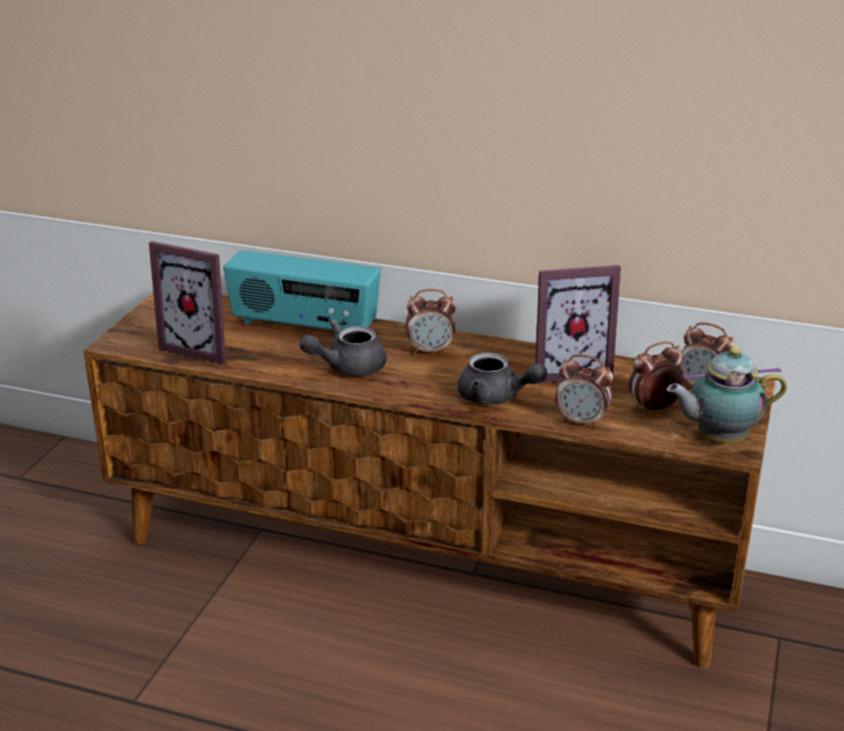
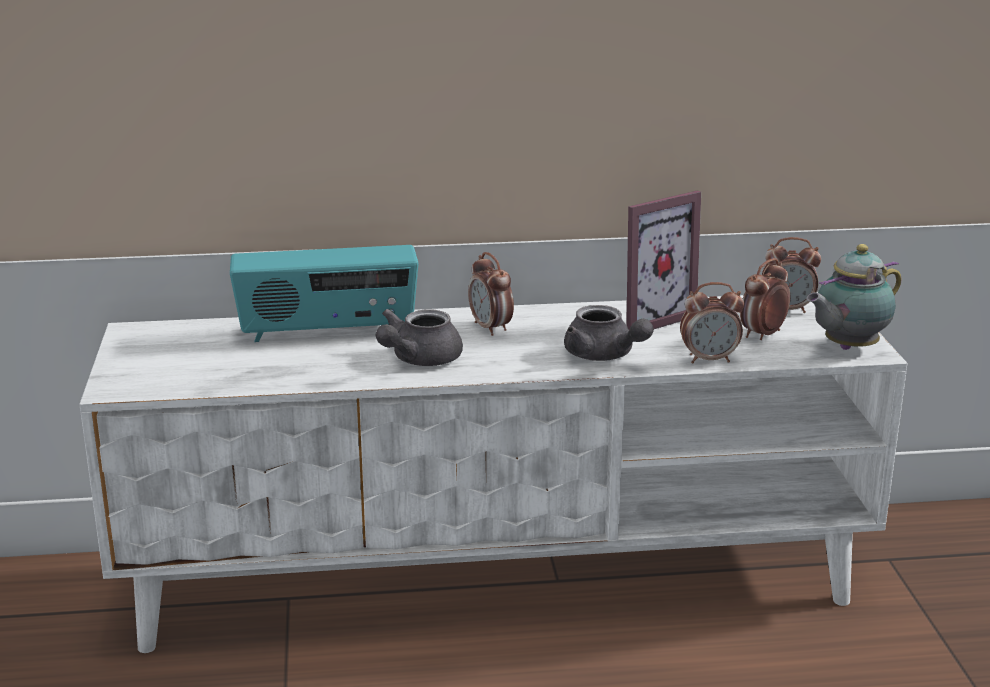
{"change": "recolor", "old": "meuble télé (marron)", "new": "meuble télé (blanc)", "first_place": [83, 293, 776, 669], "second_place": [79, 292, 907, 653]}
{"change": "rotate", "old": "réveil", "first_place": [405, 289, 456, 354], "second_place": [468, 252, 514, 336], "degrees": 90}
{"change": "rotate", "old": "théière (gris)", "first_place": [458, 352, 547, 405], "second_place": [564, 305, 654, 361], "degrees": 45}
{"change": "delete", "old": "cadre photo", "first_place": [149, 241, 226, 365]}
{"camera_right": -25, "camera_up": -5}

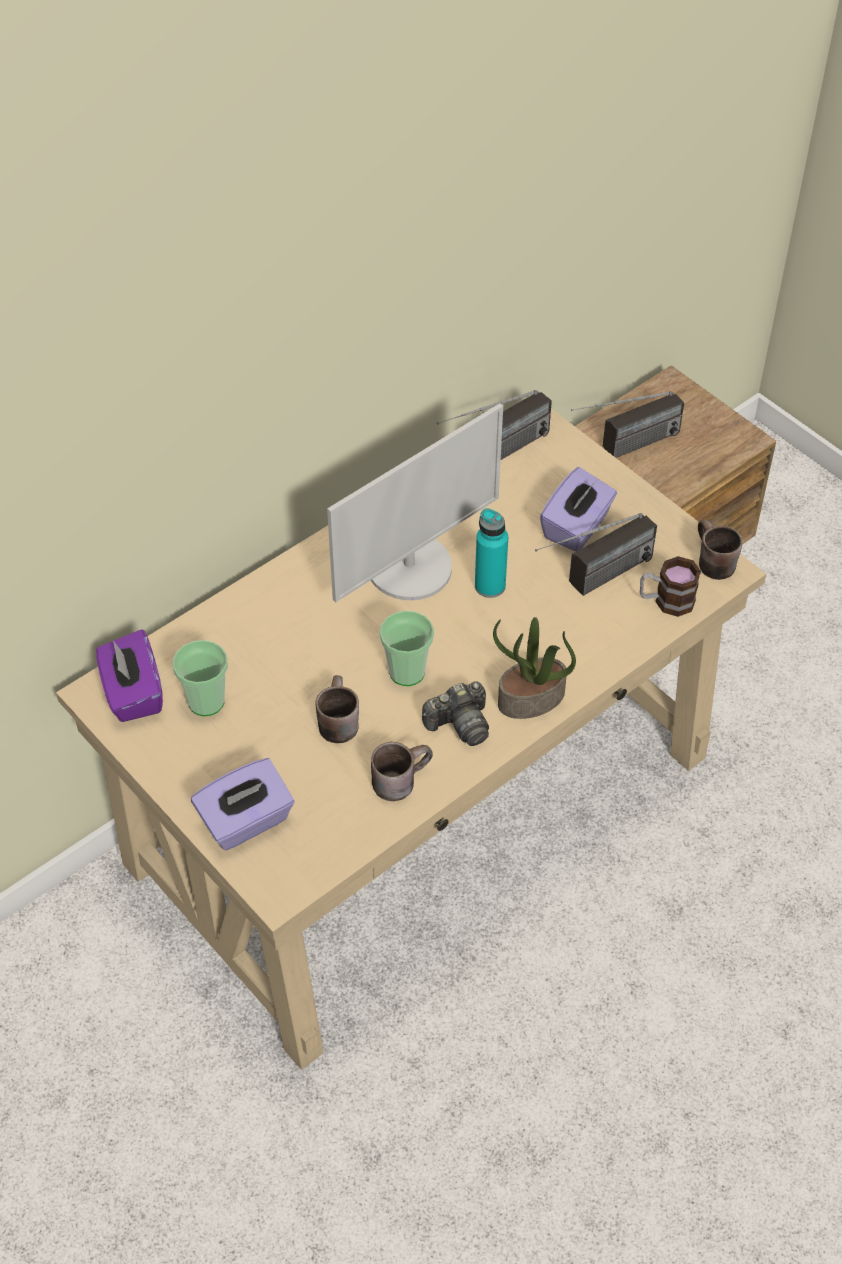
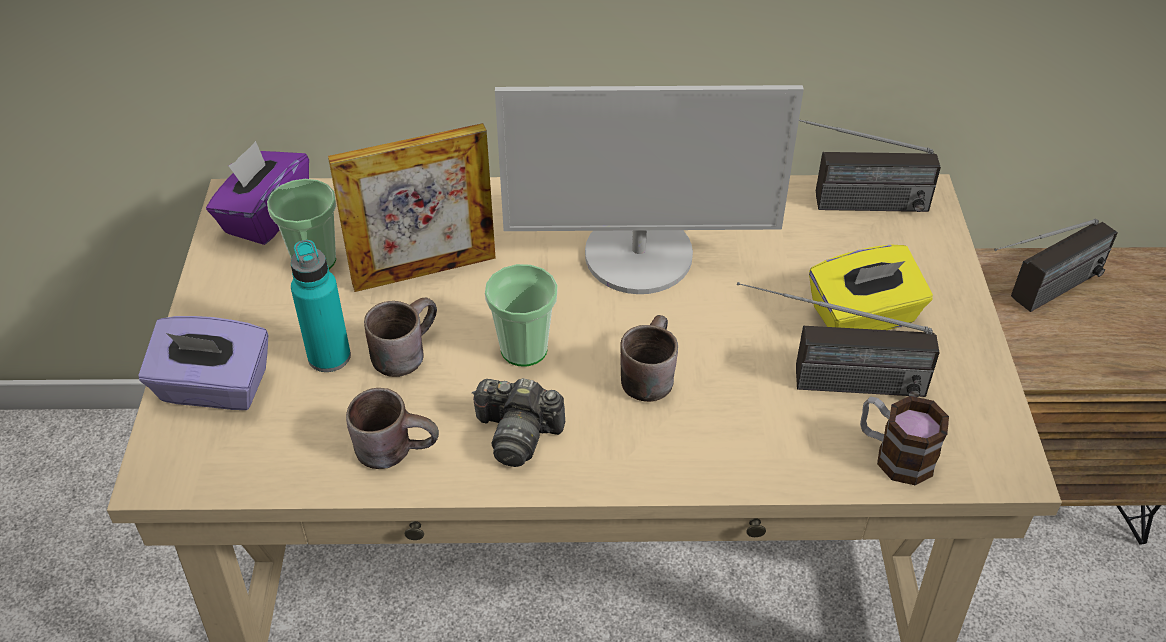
{"change": "move", "old": "bouteille (turquoise)", "first_place": [475, 508, 508, 598], "second_place": [291, 240, 351, 372]}
{"change": "insert", "new": "cadre photo", "second_place": [328, 123, 496, 292]}
{"change": "move", "old": "mug (marron)", "first_place": [698, 520, 742, 580], "second_place": [620, 315, 678, 402]}
{"change": "recolor", "old": "boîte à mouchoirs (violet)", "new": "boîte à mouchoirs (jaune)", "first_place": [540, 467, 617, 552], "second_place": [809, 244, 933, 330]}
{"change": "rotate", "old": "radio", "first_place": [571, 391, 684, 458], "second_place": [994, 219, 1118, 312], "degrees": -45}
{"change": "delete", "old": "plante en pot", "first_place": [493, 617, 576, 719]}
{"camera_right": 40, "camera_up": -5}

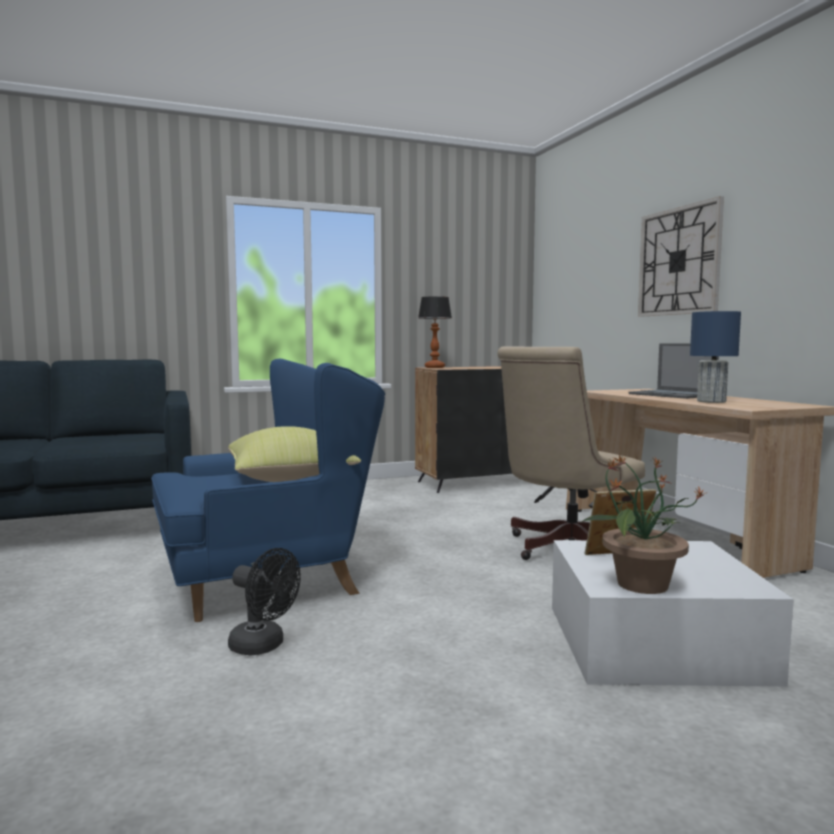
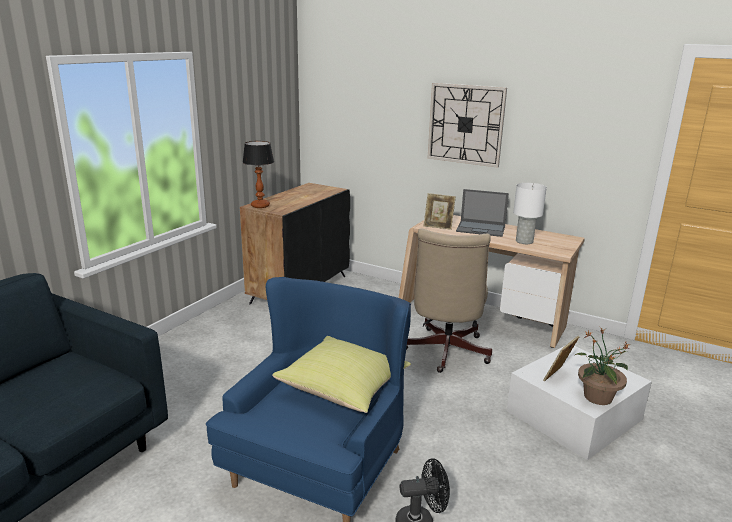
{"change": "insert", "new": "cadre photo", "second_place": [424, 193, 456, 230]}
{"change": "recolor", "old": "lampe de table (bleu)", "new": "lampe de table (blanc)", "first_place": [690, 311, 741, 403], "second_place": [513, 183, 547, 244]}
{"camera_right": -40, "camera_up": 15}

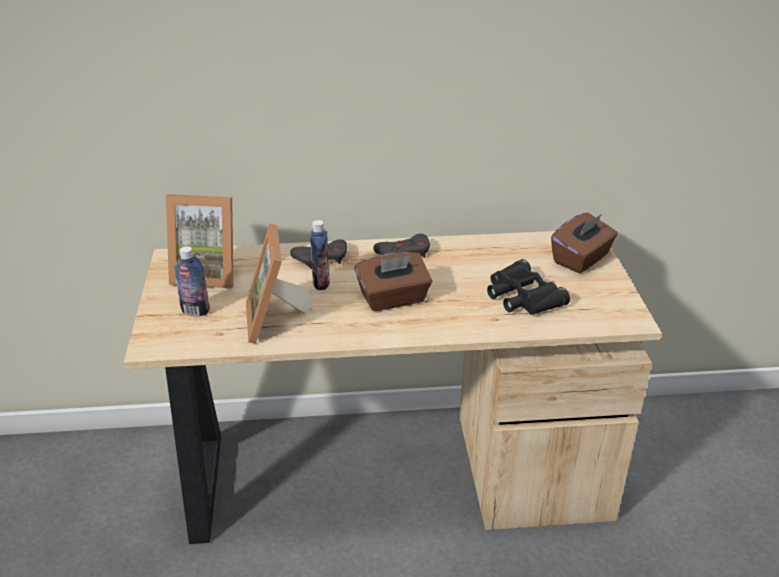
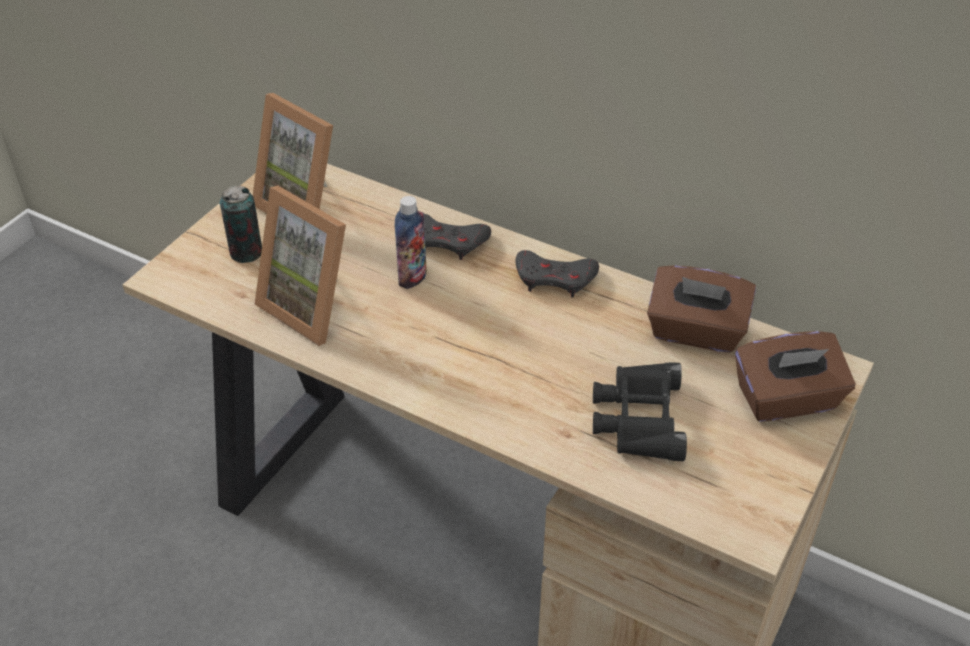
{"change": "replace", "old": "bouteille", "new": "boîte métallique", "first_place": [174, 246, 210, 316], "second_place": [219, 186, 262, 263]}
{"change": "rotate", "old": "cadre photo", "first_place": [246, 223, 313, 344], "second_place": [255, 186, 346, 346], "degrees": -75}
{"change": "move", "old": "boîte à mouchoirs (marron)", "first_place": [355, 252, 432, 311], "second_place": [647, 265, 756, 353]}
{"camera_right": 35, "camera_up": 10}

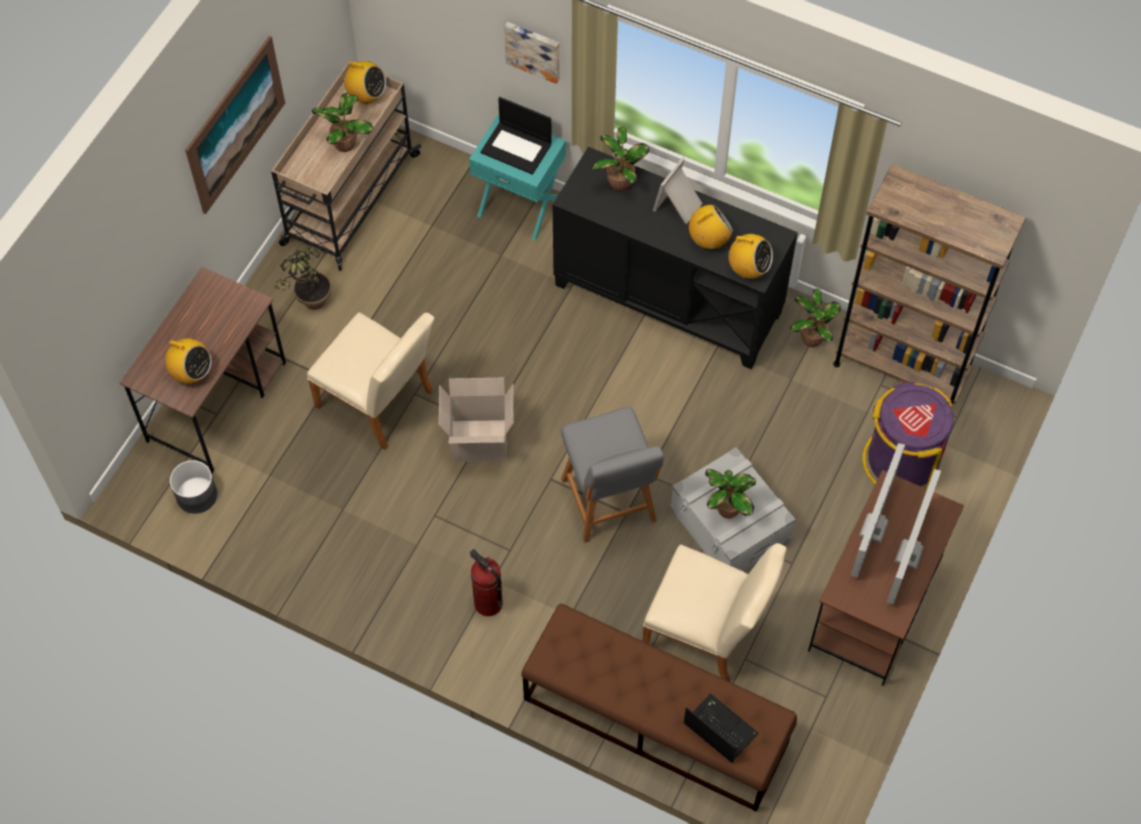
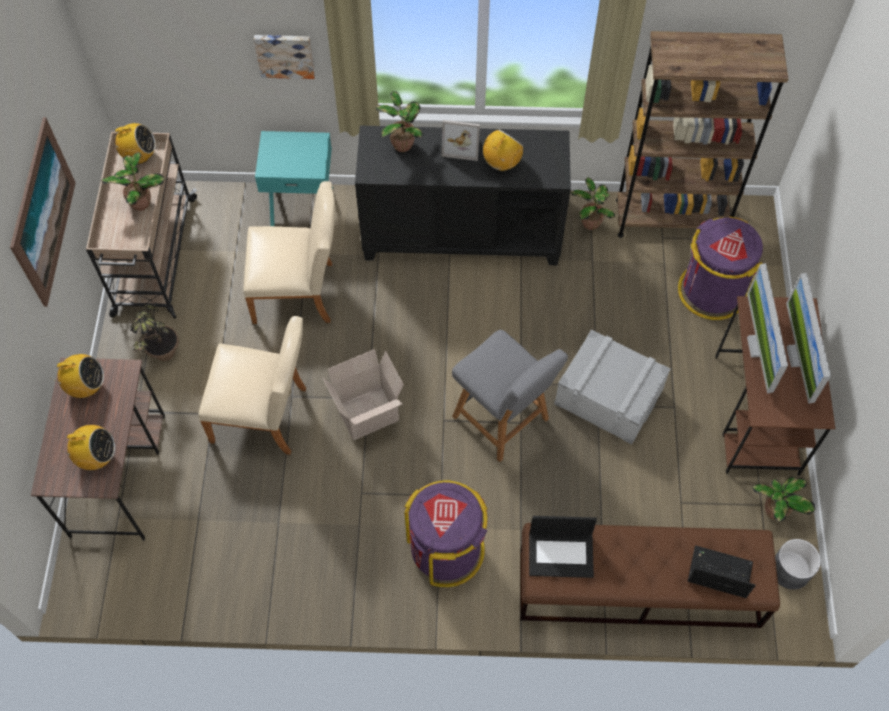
{"change": "move", "old": "radio", "first_place": [725, 234, 773, 278], "second_place": [52, 354, 104, 398]}
{"change": "move", "old": "chaise (beige)", "first_place": [643, 543, 786, 681], "second_place": [243, 181, 335, 324]}
{"change": "replace", "old": "extincteur", "new": "poubelle (violet)", "first_place": [470, 549, 503, 616], "second_place": [404, 481, 488, 587]}
{"change": "rotate", "old": "cadre photo", "first_place": [653, 157, 703, 224], "second_place": [442, 120, 480, 161], "degrees": -90}
{"change": "move", "old": "ordinateur portable", "first_place": [481, 97, 552, 175], "second_place": [529, 516, 597, 578]}
{"change": "move", "old": "plante en pot", "first_place": [705, 469, 756, 519], "second_place": [752, 477, 815, 522]}
{"change": "move", "old": "cache-pot (gris)", "first_place": [170, 460, 217, 514], "second_place": [775, 539, 821, 590]}
{"camera_right": -25, "camera_up": 0}

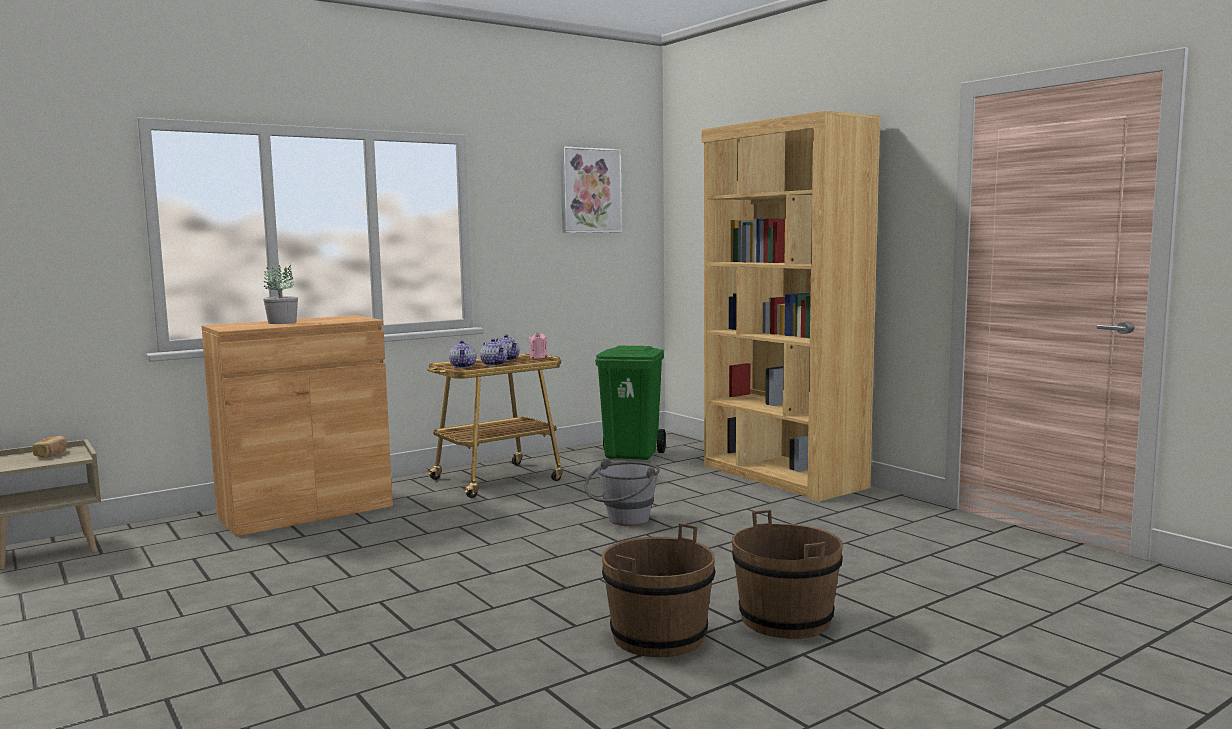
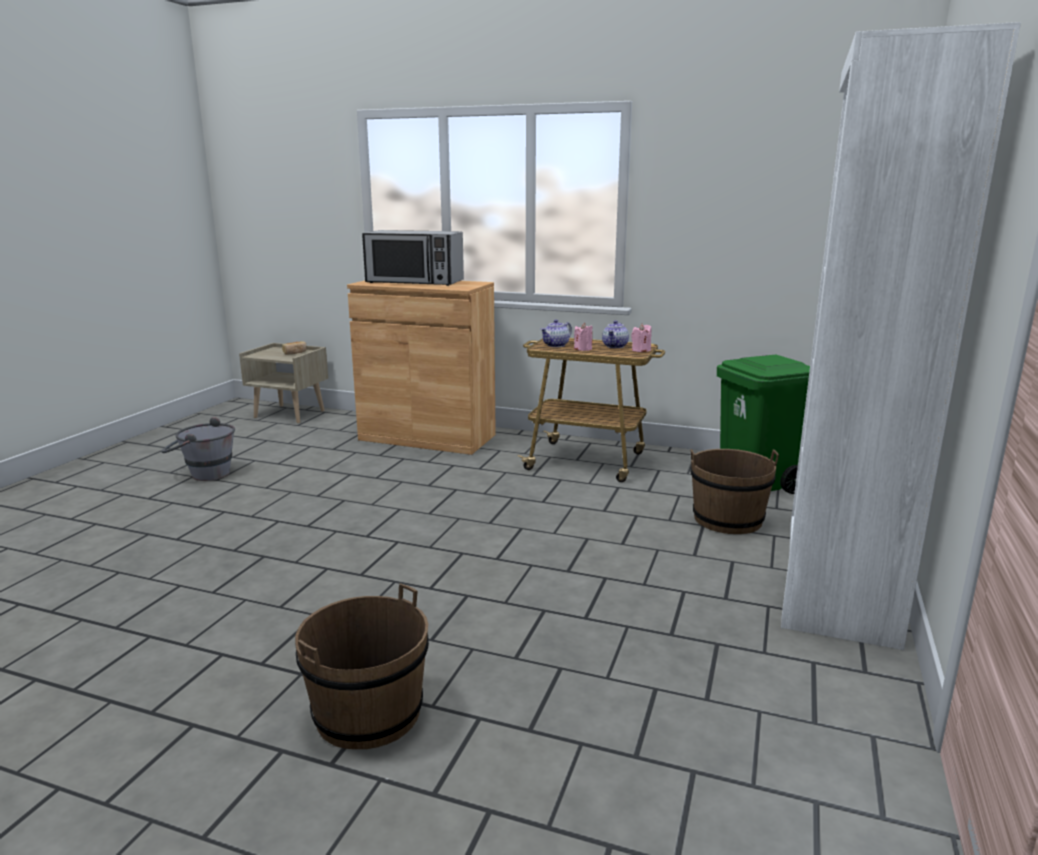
{"change": "move", "old": "seau (gris)", "first_place": [584, 458, 660, 526], "second_place": [161, 417, 235, 481]}
{"change": "replace", "old": "plante en pot", "new": "micro-ondes", "first_place": [263, 264, 298, 324], "second_place": [362, 230, 464, 286]}
{"change": "replace", "old": "théière", "new": "bougie (rose)", "first_place": [480, 338, 507, 366], "second_place": [574, 323, 593, 351]}
{"change": "move", "old": "seau (marron)", "first_place": [602, 523, 715, 657], "second_place": [691, 449, 779, 534]}
{"change": "recolor", "old": "bibliothèque (marron)", "new": "bibliothèque (blanc)", "first_place": [702, 111, 880, 502], "second_place": [781, 22, 1021, 650]}
{"change": "delete", "old": "tableau", "first_place": [561, 146, 622, 233]}
{"camera_right": 55, "camera_up": 10}

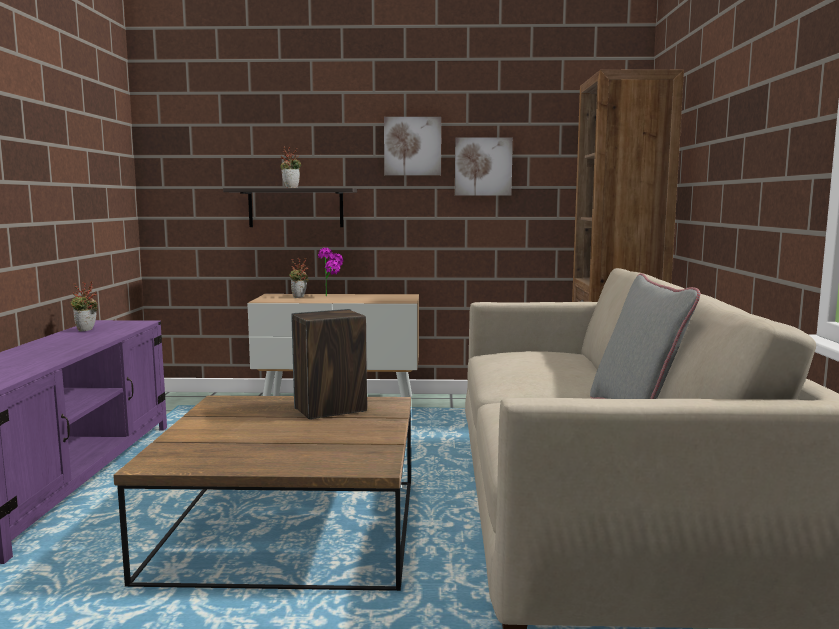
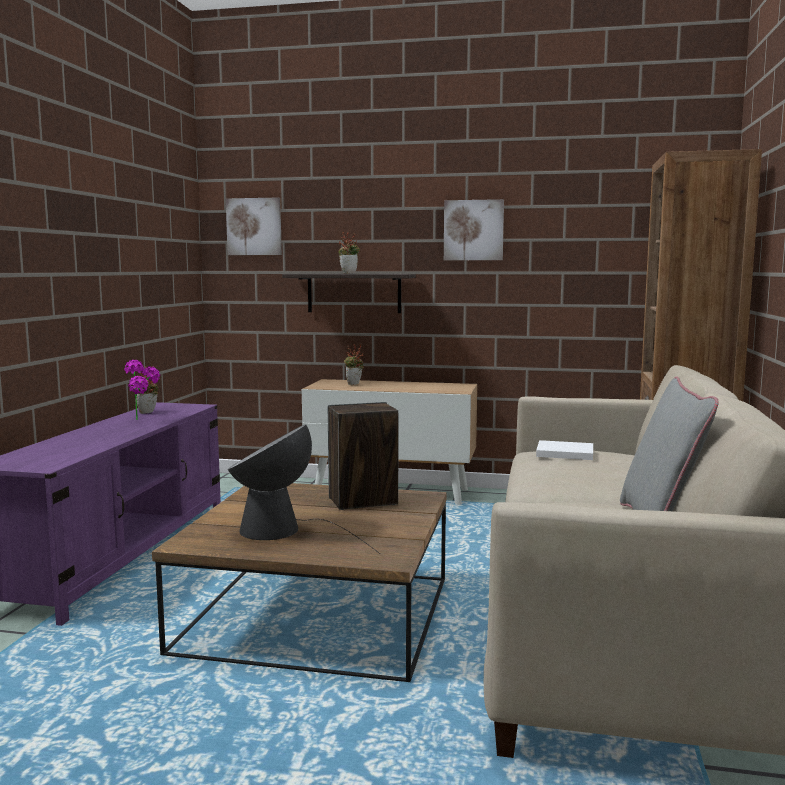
{"change": "move", "old": "plante en pot", "first_place": [318, 248, 343, 296], "second_place": [124, 360, 160, 420]}
{"change": "move", "old": "tableau", "first_place": [455, 137, 513, 196], "second_place": [226, 197, 282, 255]}
{"change": "insert", "new": "lampe de table", "second_place": [227, 424, 380, 554]}
{"change": "insert", "new": "livre (blanc)", "second_place": [536, 440, 593, 460]}
{"camera_right": 10, "camera_up": 0}

